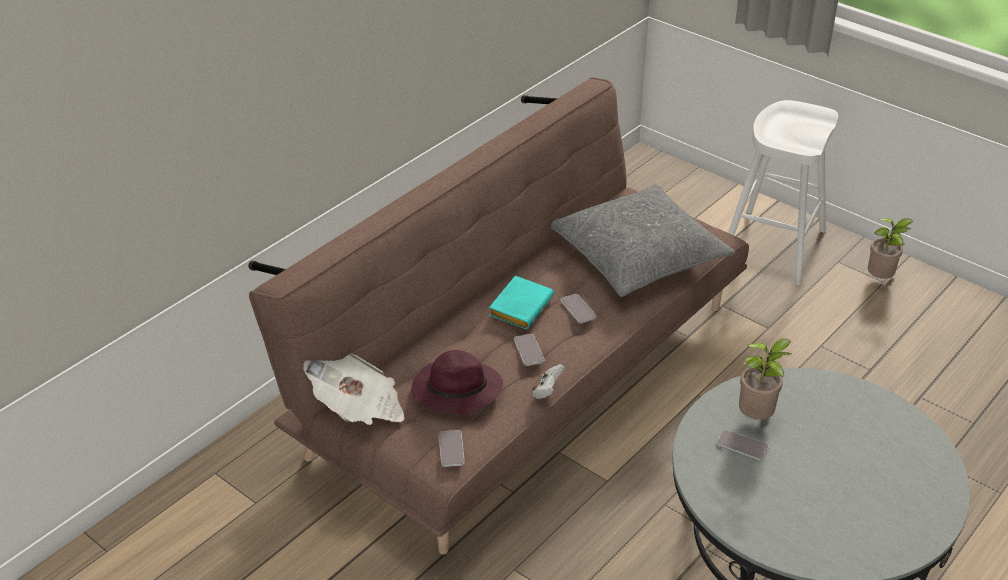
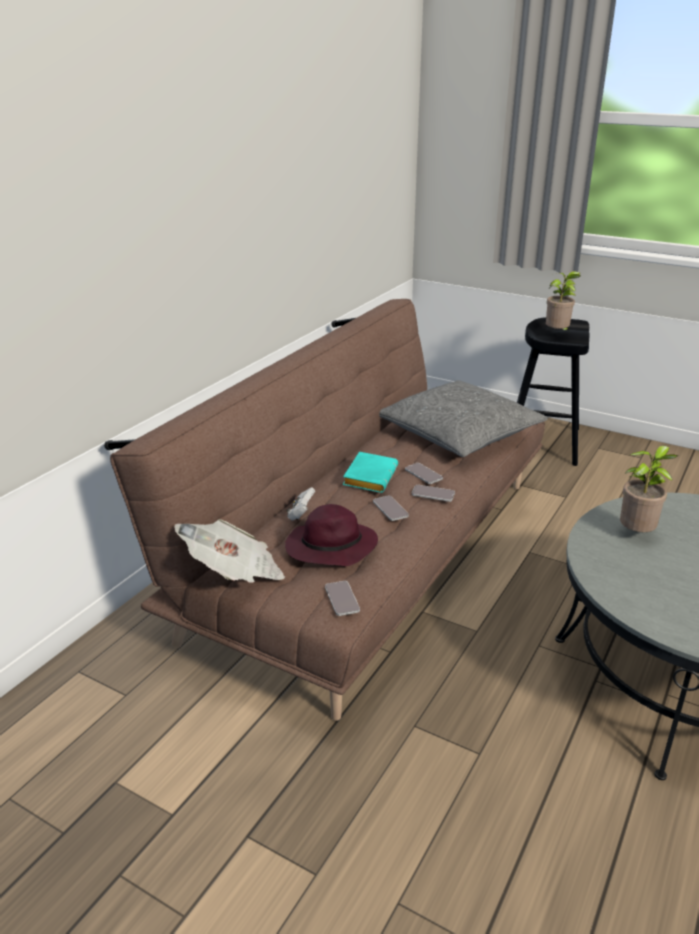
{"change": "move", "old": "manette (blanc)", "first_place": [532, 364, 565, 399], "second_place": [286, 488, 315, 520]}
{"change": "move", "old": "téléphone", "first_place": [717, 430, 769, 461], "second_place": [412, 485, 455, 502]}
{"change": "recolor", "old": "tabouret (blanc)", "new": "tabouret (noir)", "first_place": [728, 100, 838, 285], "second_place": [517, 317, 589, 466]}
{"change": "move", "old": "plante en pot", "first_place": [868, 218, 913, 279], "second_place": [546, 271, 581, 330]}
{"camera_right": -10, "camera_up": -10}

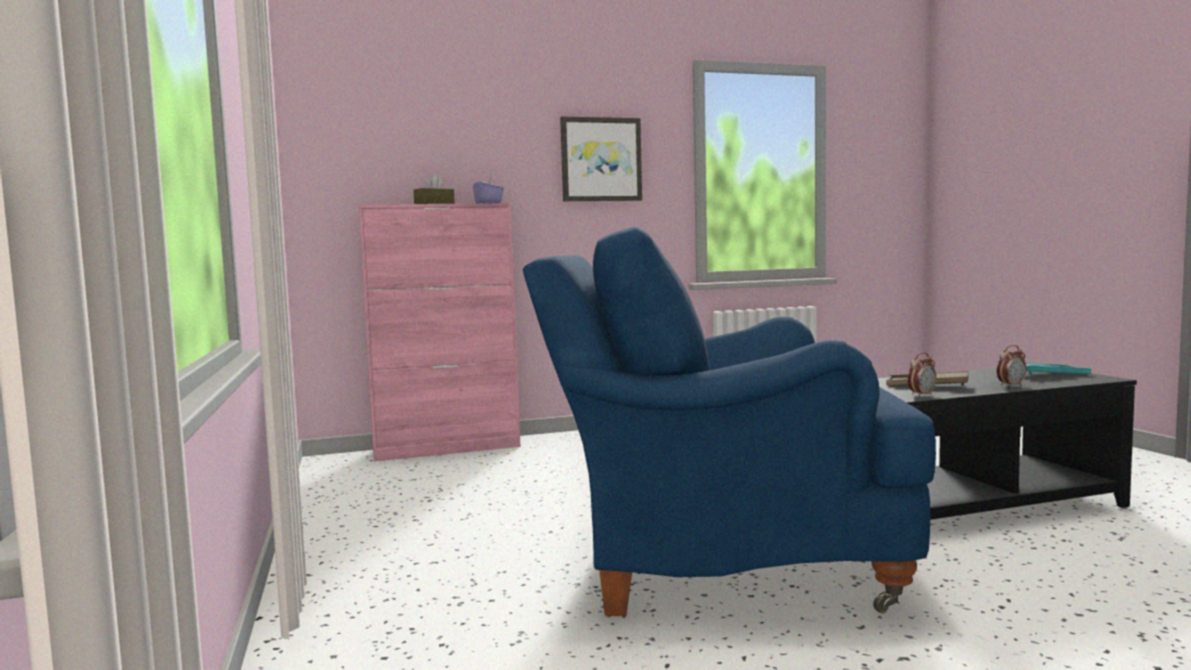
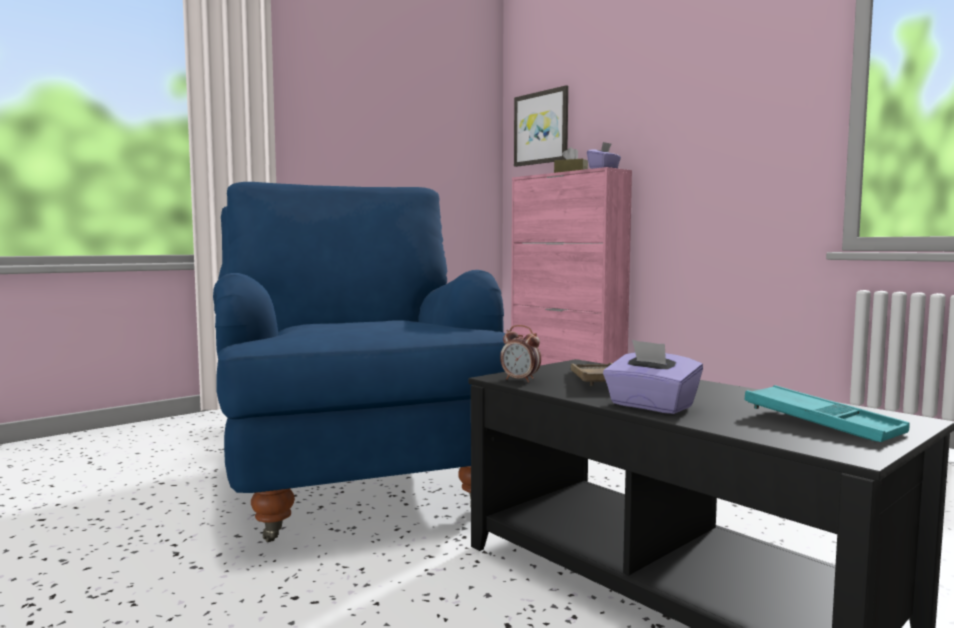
{"change": "move", "old": "tableau", "first_place": [560, 116, 642, 201], "second_place": [514, 85, 568, 167]}
{"change": "replace", "old": "réveil", "new": "boîte à mouchoirs (violet)", "first_place": [996, 345, 1026, 387], "second_place": [603, 340, 703, 414]}
{"camera_right": 65, "camera_up": 0}

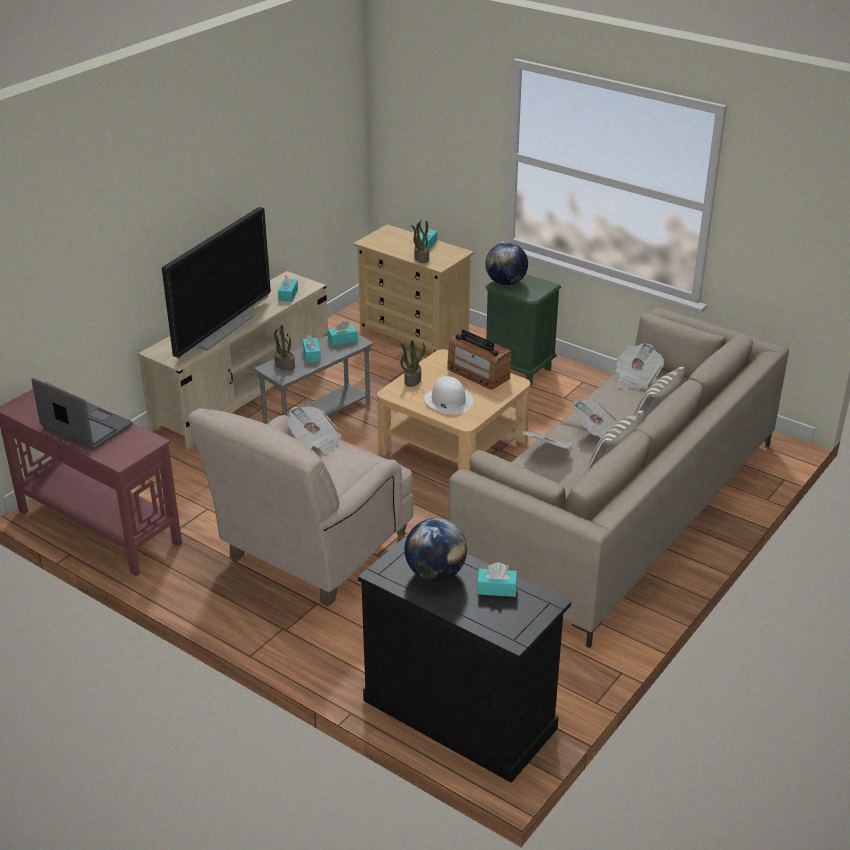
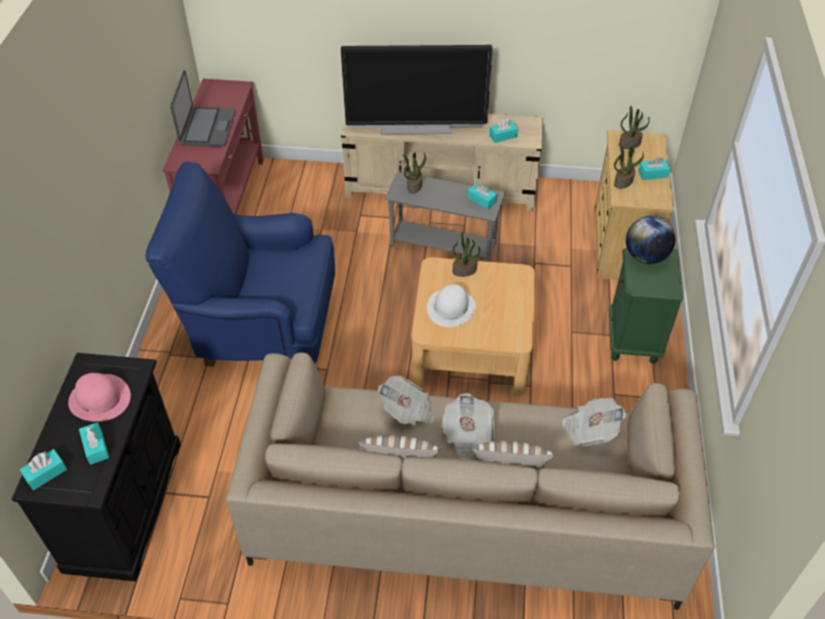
{"change": "move", "old": "boîte à mouchoirs (turquoise)", "first_place": [303, 335, 321, 363], "second_place": [20, 449, 67, 490]}
{"change": "replace", "old": "globe", "new": "chapeau (rose)", "first_place": [404, 518, 467, 581], "second_place": [68, 373, 131, 422]}
{"change": "recolor", "old": "fauteuil (beige)", "new": "fauteuil (bleu)", "first_place": [187, 408, 414, 607], "second_place": [146, 162, 335, 367]}
{"change": "insert", "new": "plante en pot", "second_place": [619, 106, 650, 149]}
{"change": "delete", "old": "journal", "first_place": [287, 406, 341, 454]}
{"change": "delete", "old": "radio", "first_place": [447, 330, 511, 390]}
{"camera_right": 60, "camera_up": 15}

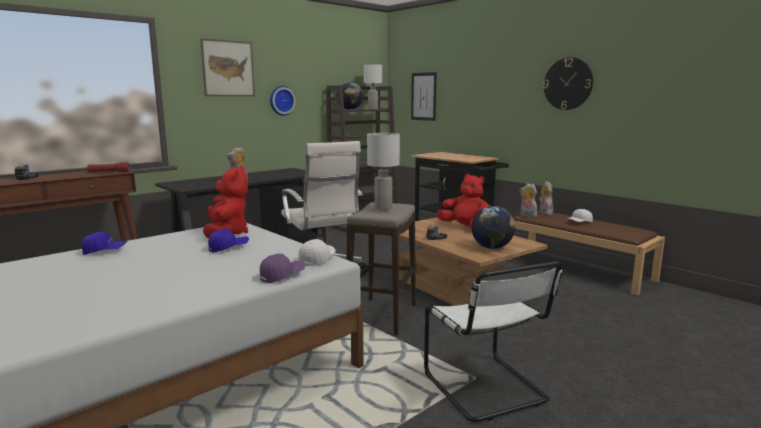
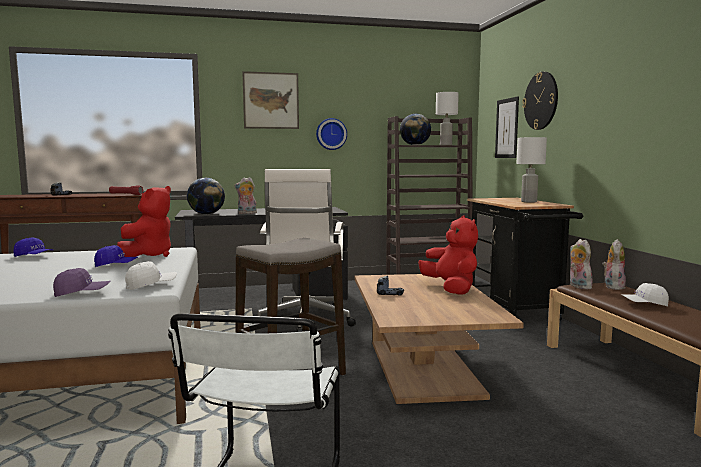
{"change": "move", "old": "globe", "first_place": [471, 206, 515, 249], "second_place": [187, 178, 225, 214]}
{"change": "move", "old": "lampe de table (blanc)", "first_place": [367, 133, 400, 210], "second_place": [516, 137, 547, 203]}
{"change": "move", "old": "horloge murale", "first_place": [543, 57, 593, 110], "second_place": [522, 72, 558, 130]}
{"camera_right": 30, "camera_up": -5}

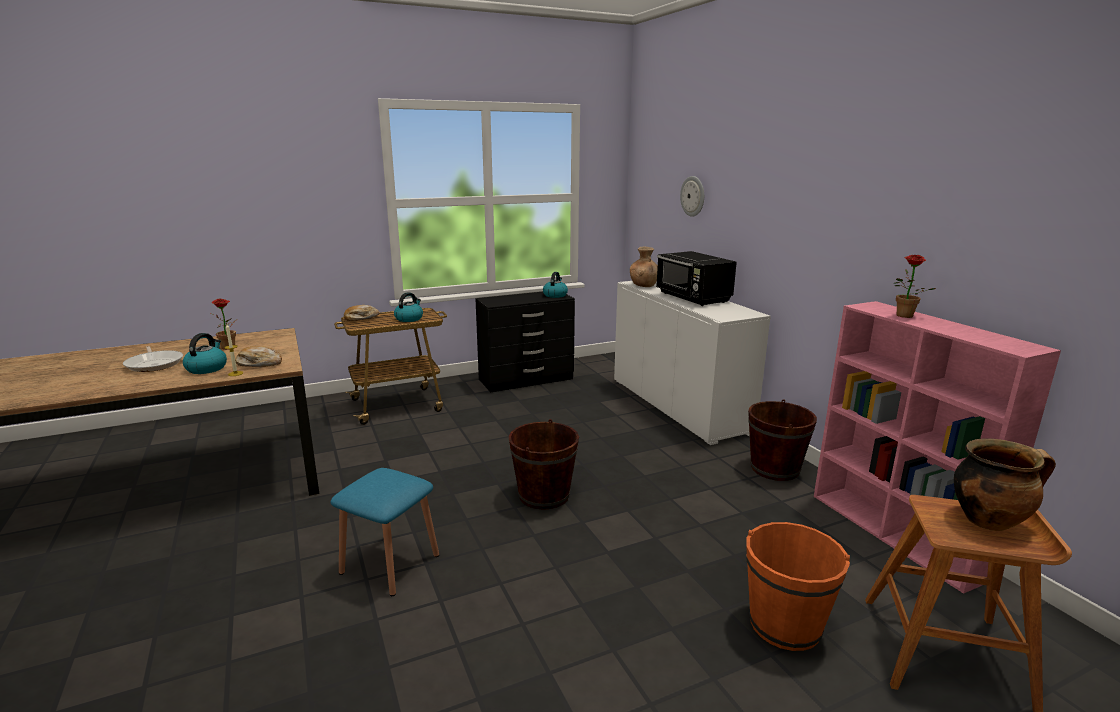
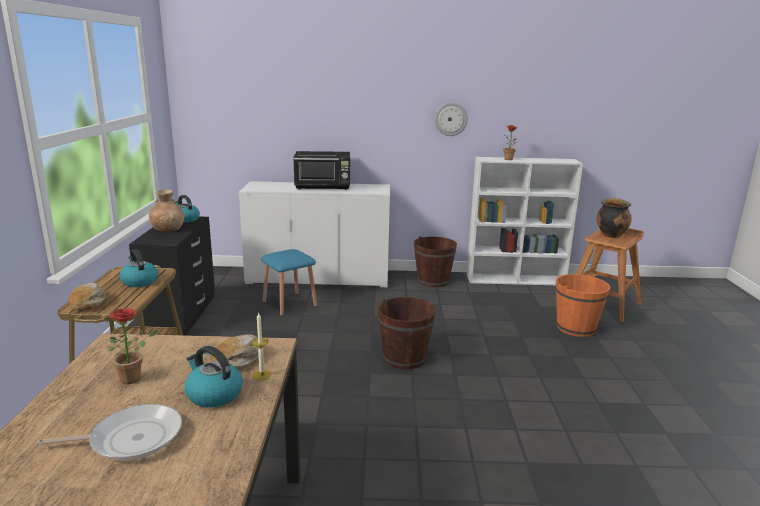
{"change": "move", "old": "vase (marron)", "first_place": [630, 247, 658, 287], "second_place": [149, 190, 184, 231]}
{"change": "move", "old": "tabouret (bleu)", "first_place": [331, 468, 439, 596], "second_place": [261, 249, 317, 316]}
{"change": "move", "old": "horloge murale", "first_place": [680, 176, 704, 217], "second_place": [434, 102, 468, 136]}
{"change": "recolor", "old": "bibliothèque (rose)", "new": "bibliothèque (blanc)", "first_place": [814, 301, 1061, 594], "second_place": [467, 157, 583, 285]}
{"camera_right": -65, "camera_up": 0}

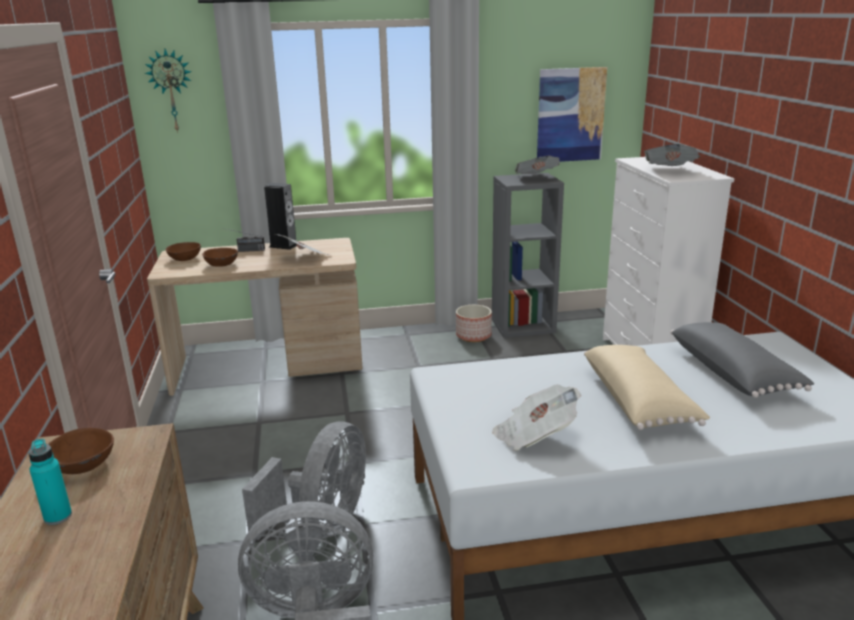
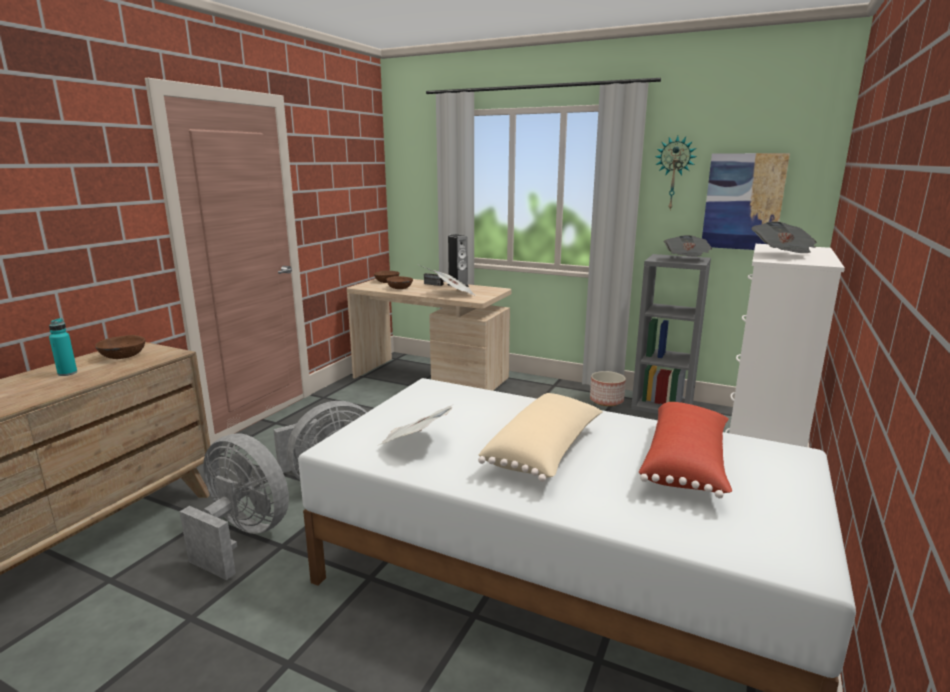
{"change": "recolor", "old": "coussin (gris)", "new": "coussin (rouge)", "first_place": [670, 322, 814, 398], "second_place": [639, 402, 732, 498]}
{"change": "move", "old": "horloge murale", "first_place": [145, 49, 191, 133], "second_place": [655, 136, 697, 210]}
{"camera_right": 35, "camera_up": -5}

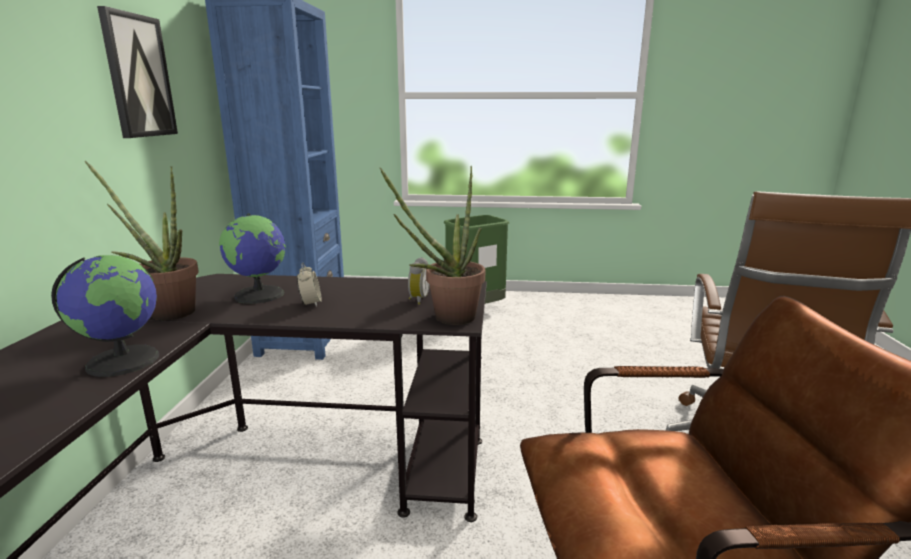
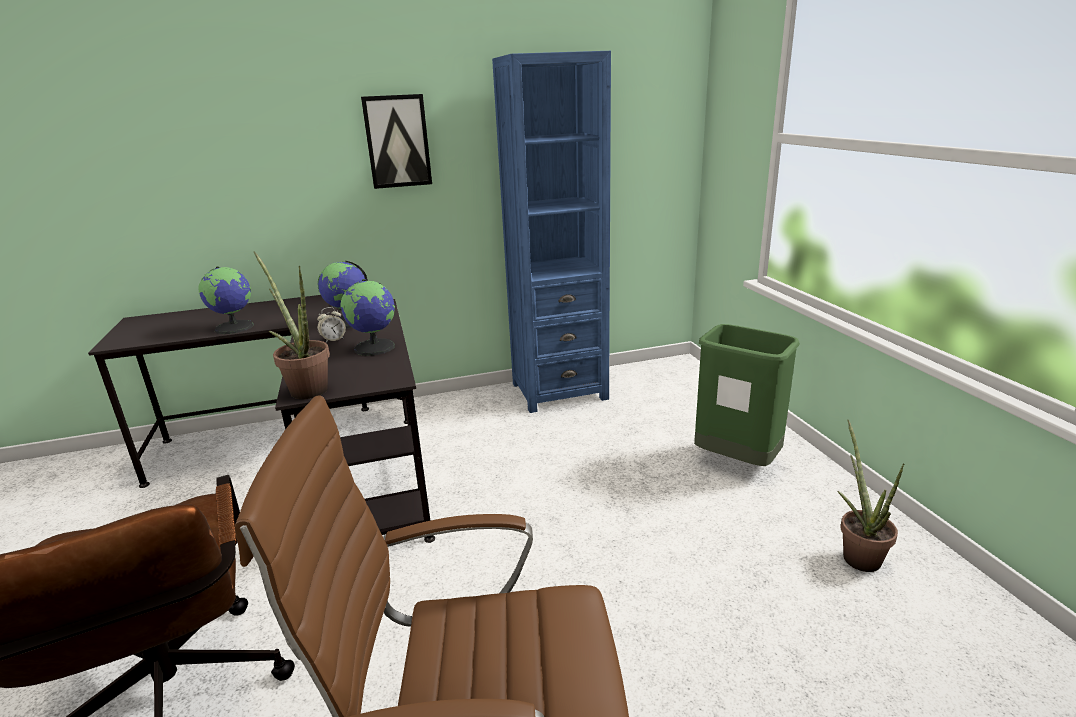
{"change": "insert", "new": "globe", "second_place": [340, 279, 395, 356]}
{"change": "move", "old": "plante en pot", "first_place": [84, 161, 199, 320], "second_place": [838, 420, 904, 572]}
{"change": "delete", "old": "réveil", "first_place": [408, 257, 430, 305]}
{"camera_right": 70, "camera_up": 5}

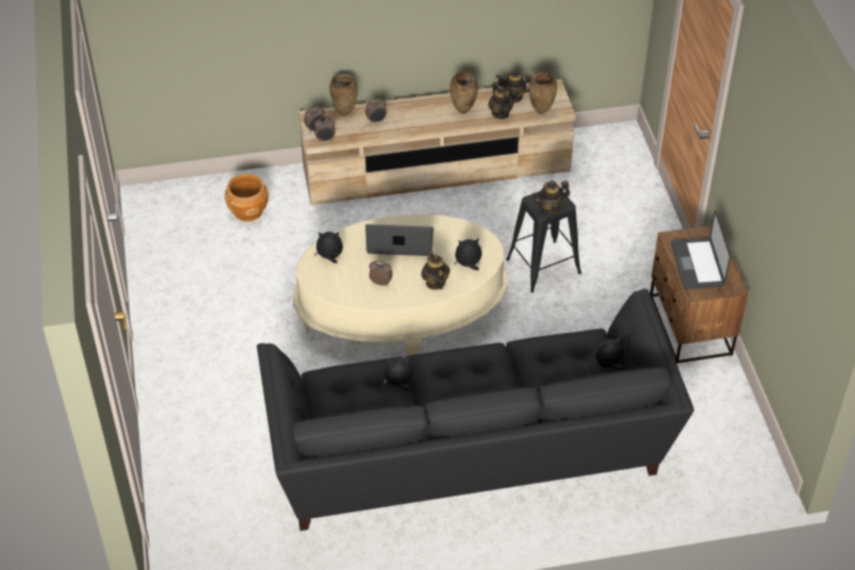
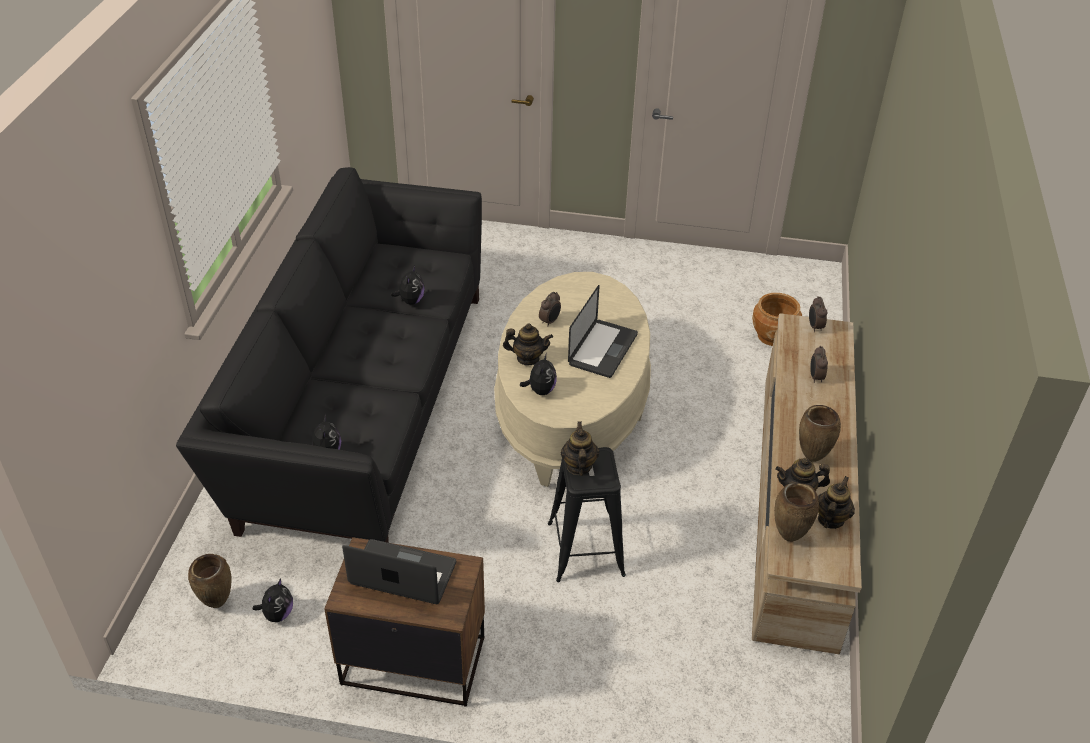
{"change": "move", "old": "vase (marron)", "first_place": [330, 74, 358, 116], "second_place": [188, 554, 231, 608]}
{"change": "move", "old": "peluche", "first_place": [314, 231, 343, 263], "second_place": [253, 578, 293, 622]}
{"change": "delete", "old": "réveil", "first_place": [314, 117, 335, 142]}
{"camera_right": 110, "camera_up": -5}

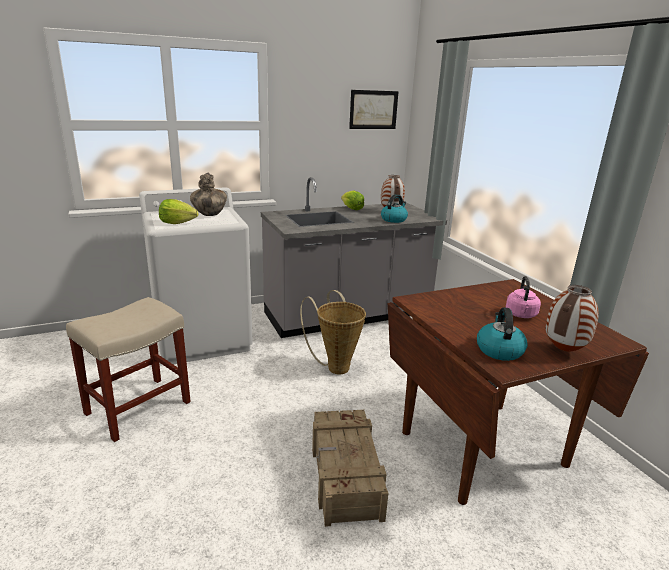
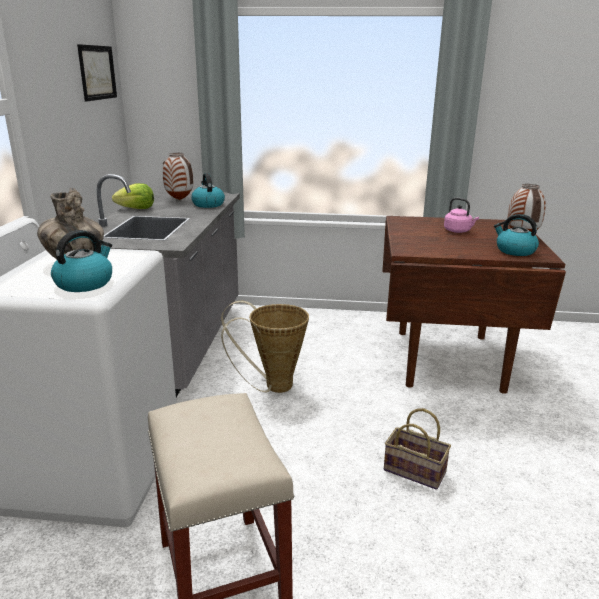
{"change": "replace", "old": "laitue", "new": "bouilloire", "first_place": [159, 199, 198, 224], "second_place": [51, 230, 112, 292]}
{"change": "insert", "new": "panier", "second_place": [384, 408, 451, 490]}
{"change": "delete", "old": "caisse", "first_place": [312, 410, 388, 527]}
{"camera_right": -60, "camera_up": 0}

